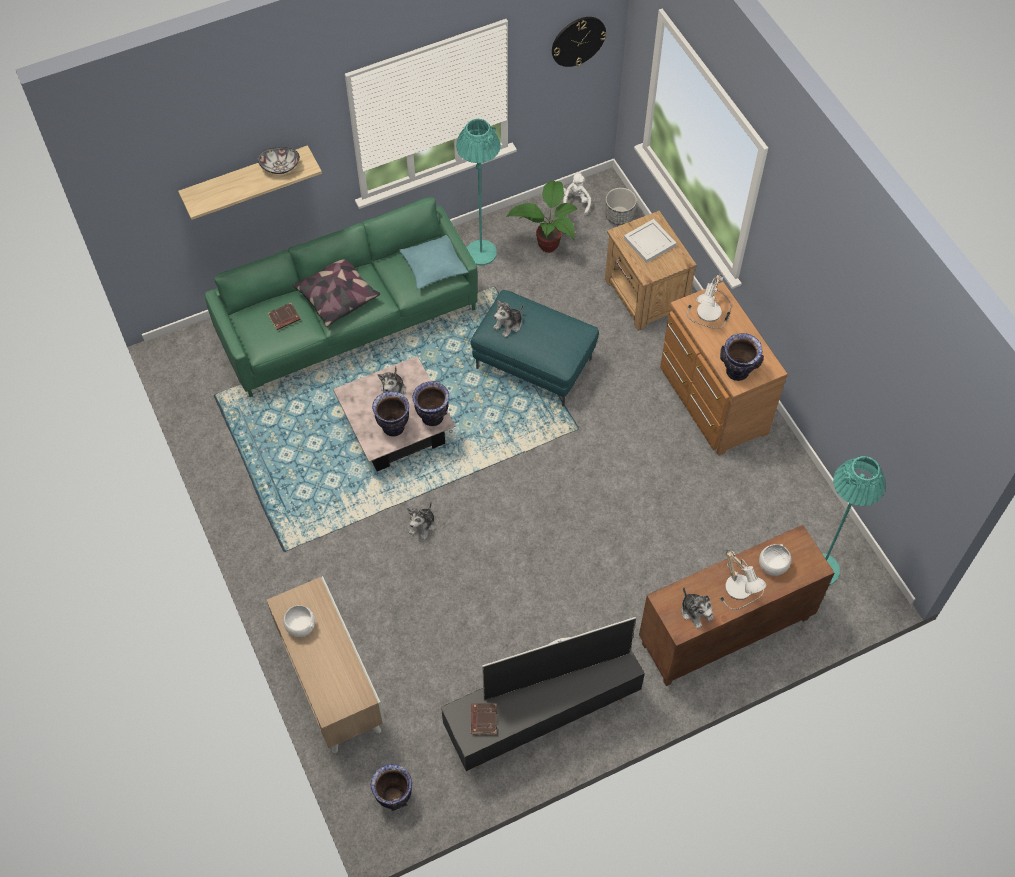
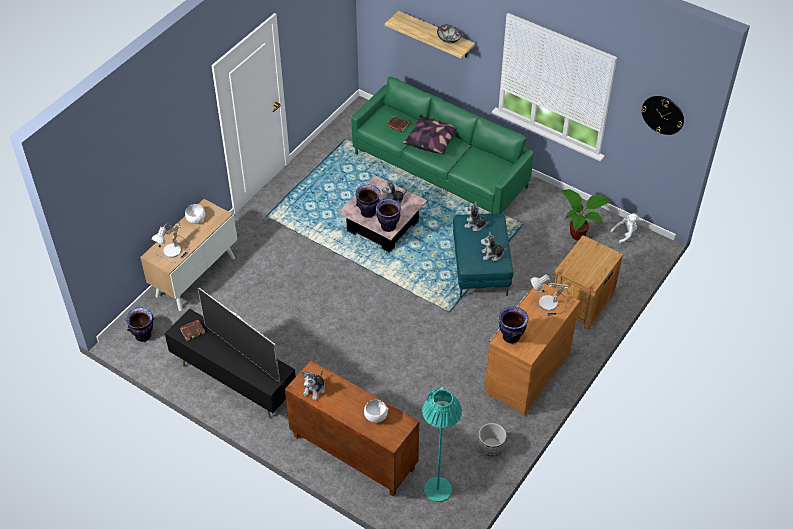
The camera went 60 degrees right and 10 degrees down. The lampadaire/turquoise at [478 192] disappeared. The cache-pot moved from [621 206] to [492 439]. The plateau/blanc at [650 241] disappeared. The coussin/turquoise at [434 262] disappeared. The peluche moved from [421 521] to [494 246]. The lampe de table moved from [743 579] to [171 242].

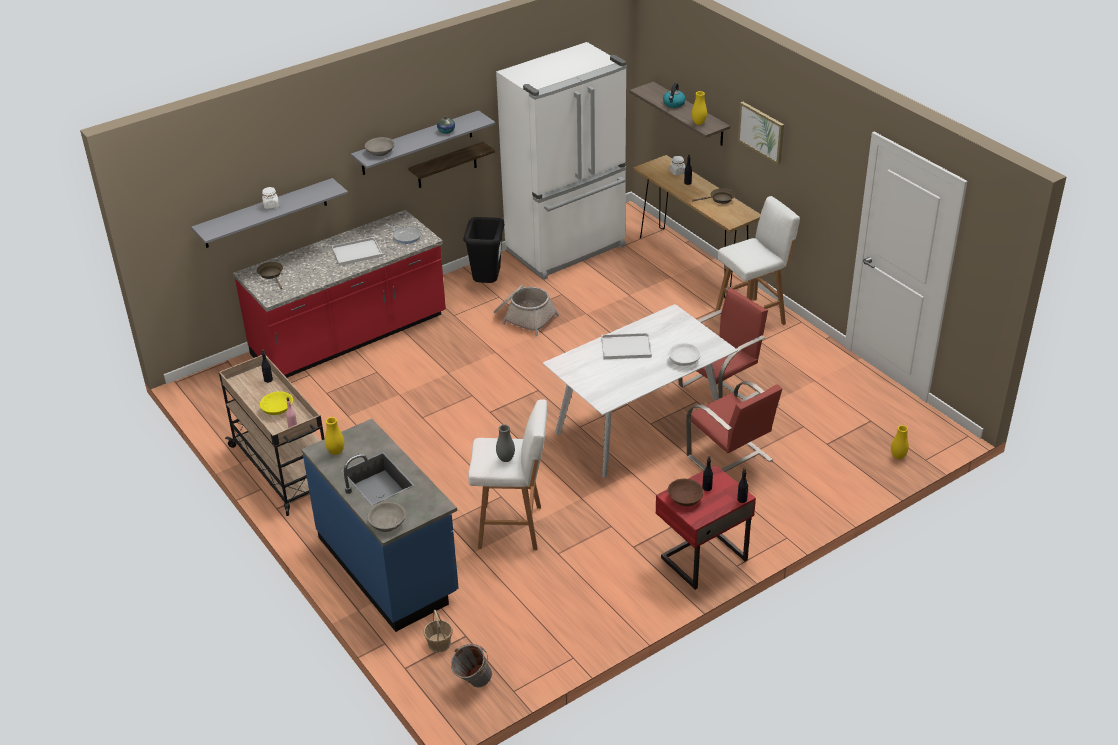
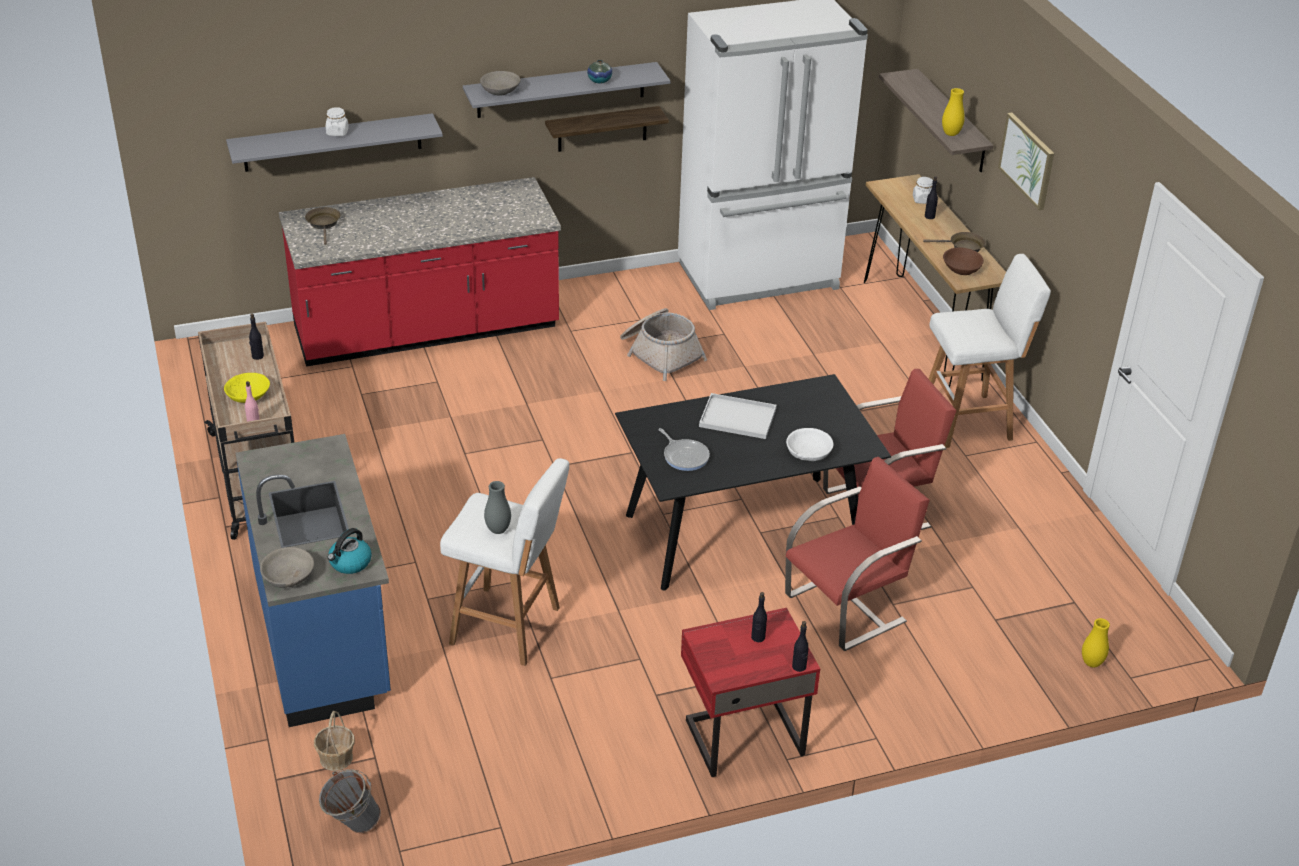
The camera went 15 degrees right and 0 degrees up. The bouilloire moved from [674 95] to [349 551]. The poubelle/noir at [484 250] disappeared. The poêle moved from [403 234] to [684 449]. The plateau/blanc at [357 251] disappeared. The table à manger/blanc at [640 391] became the table à manger/noir at [753 482]. The chaise/rouge at [734 426] turned 105 degrees counterclockwise. The vase/jaune at [334 436] disappeared. The bol/marron moved from [685 492] to [963 261].

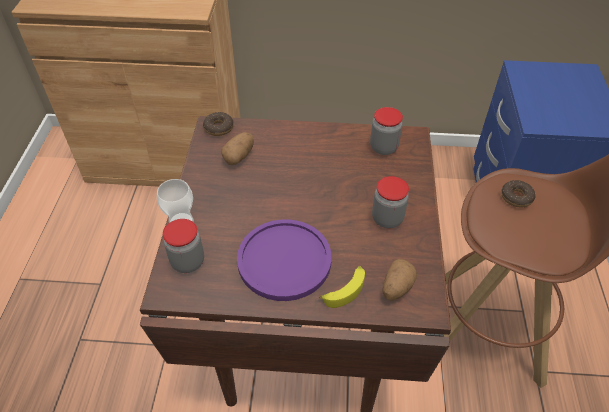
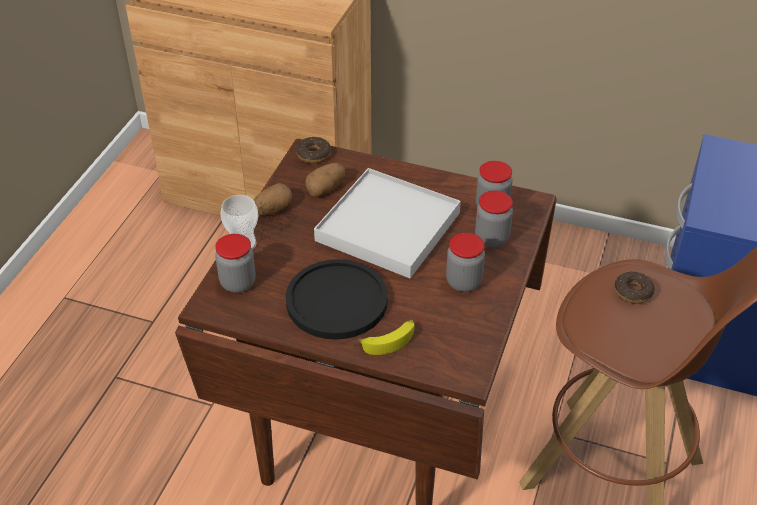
The camera went 15 degrees right and 5 degrees down. The assiette/violet at [284 260] became the assiette/noir at [337 299]. The pomme de terre moved from [399 280] to [273 199]. The plateau/blanc at [387 223] appeared. The bocal at [494 219] appeared.

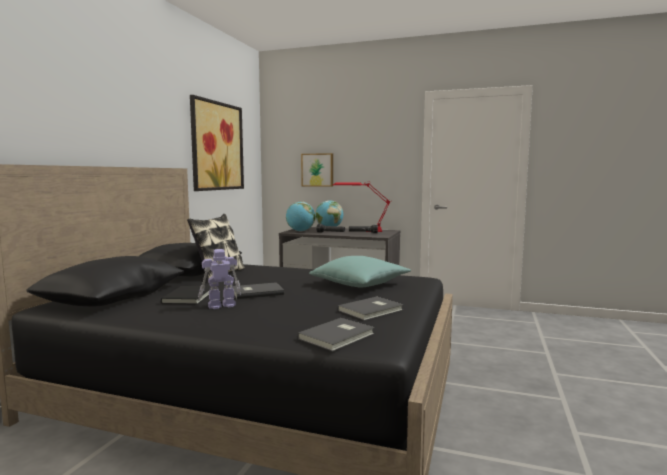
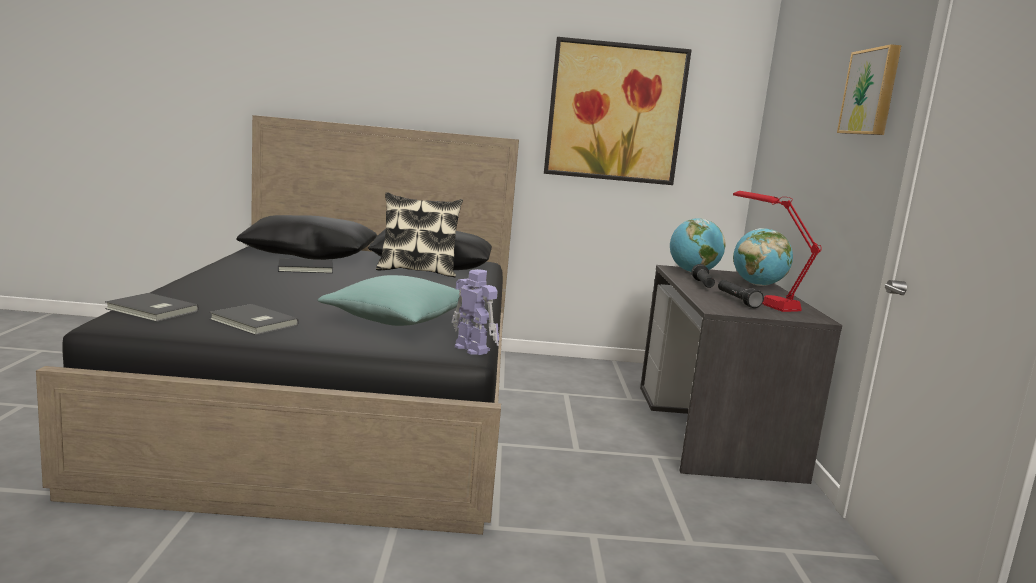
The camera went 70 degrees right and 5 degrees up. The tableau moved from [317 170] to [869 89]. The robot jouet moved from [219 279] to [475 312]. The livre/gris at [258 290] disappeared.

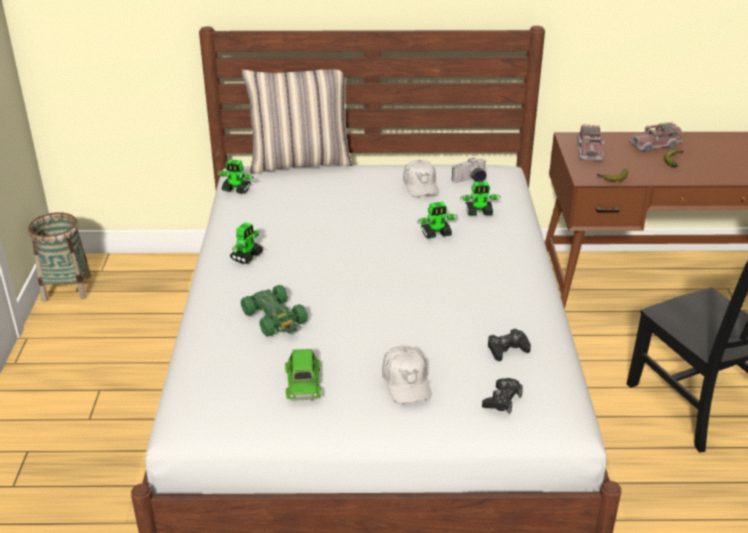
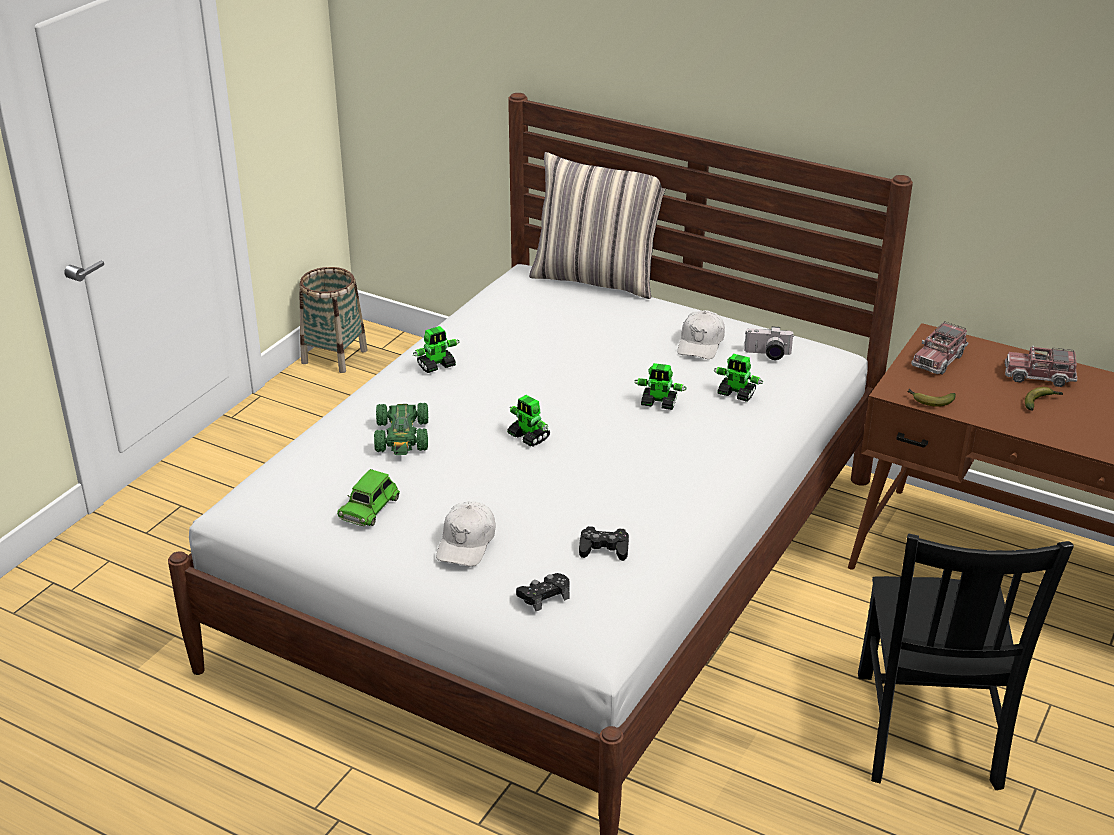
The camera went 30 degrees right and 0 degrees up. The robot jouet moved from [235 176] to [528 421].

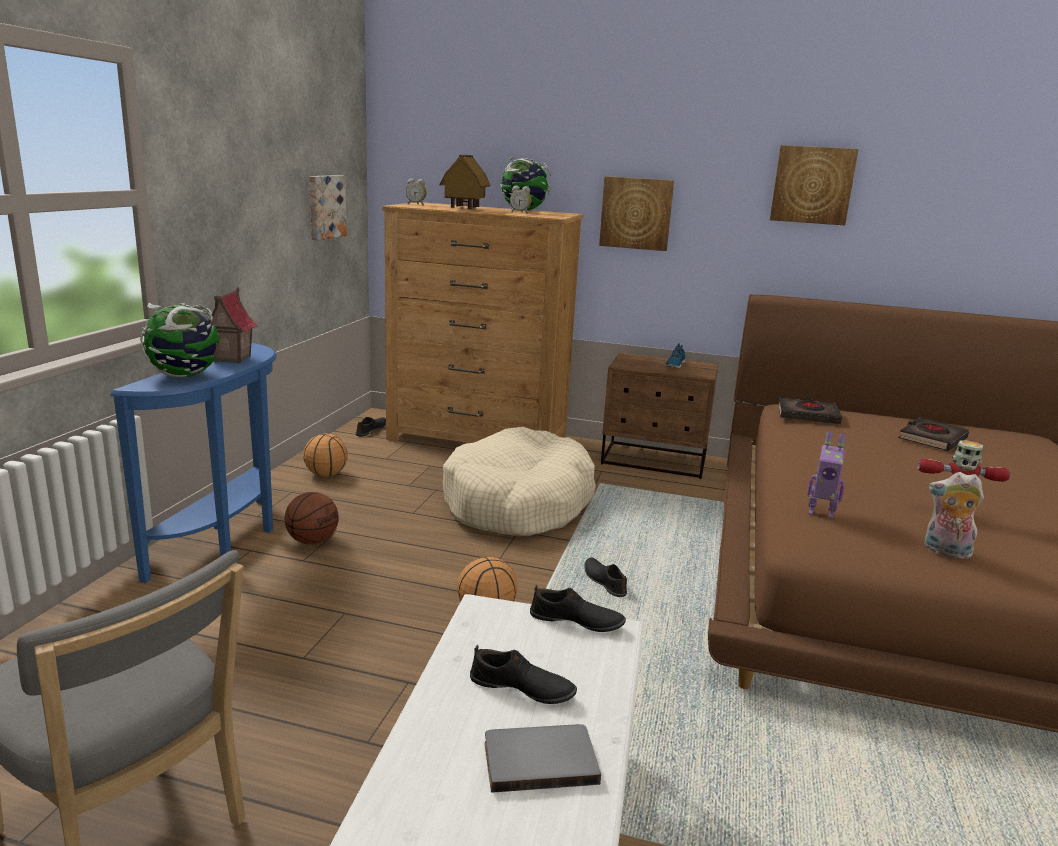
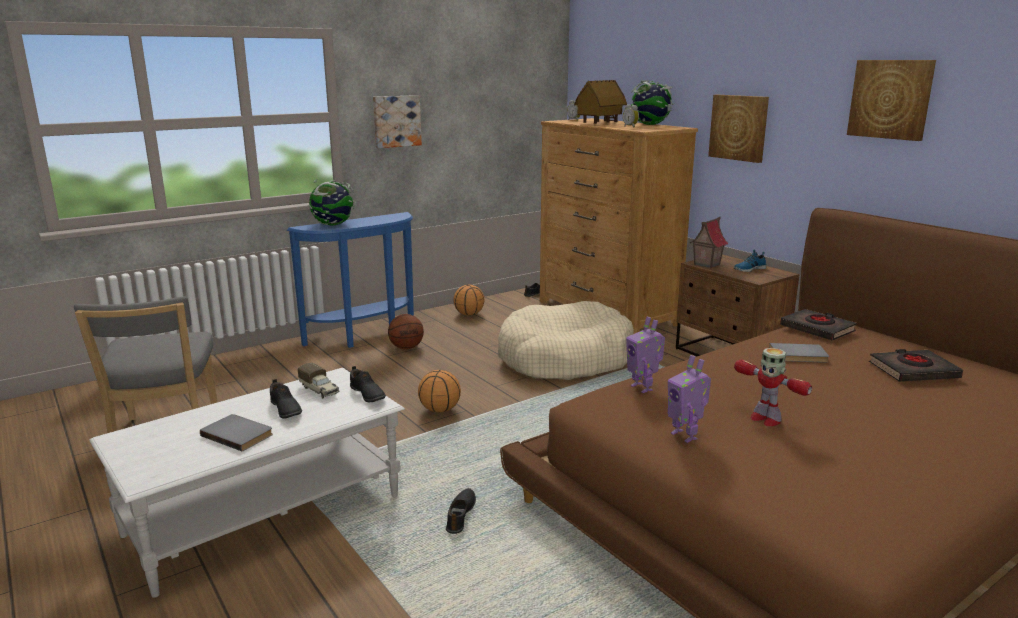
The camera went 40 degrees right and 0 degrees up. The tableau moved from [328 207] to [397 121]. The maison miniature moved from [233 325] to [709 242]. The peluche at [954 516] was replaced by the robot jouet at [689 399]. The chaussure/noir moved from [606 577] to [461 511]. The livre/gris at [799 353] appeared. The camion jouet at [318 381] appeared.

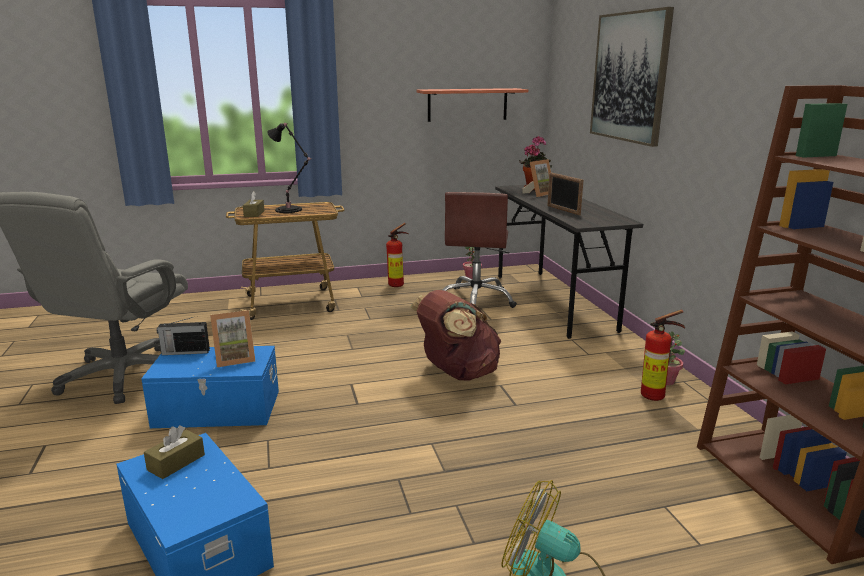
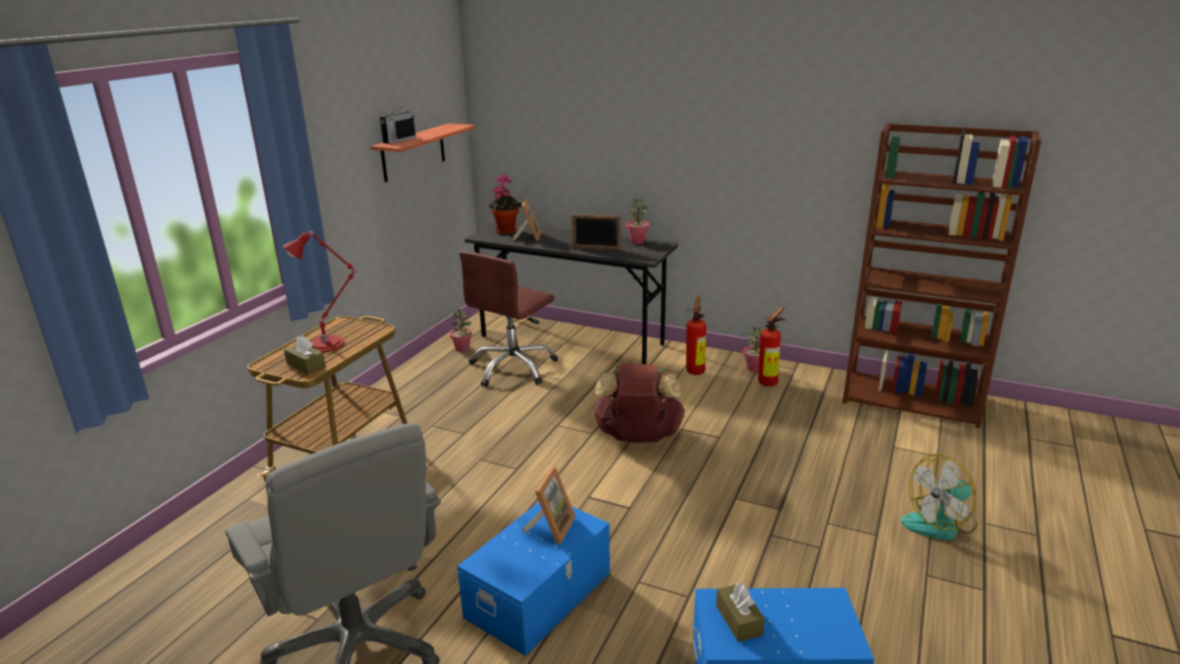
The camera went 50 degrees left and 5 degrees up. The tableau at [632 77] disappeared. The lampe de table/noir at [289 168] became the lampe de table/rouge at [320 291]. The chaise de bureau/marron at [479 250] turned 75 degrees clockwise. The extincteur moved from [397 255] to [696 336]. The radio moved from [183 336] to [398 124]. The plante en pot at [637 221] appeared.

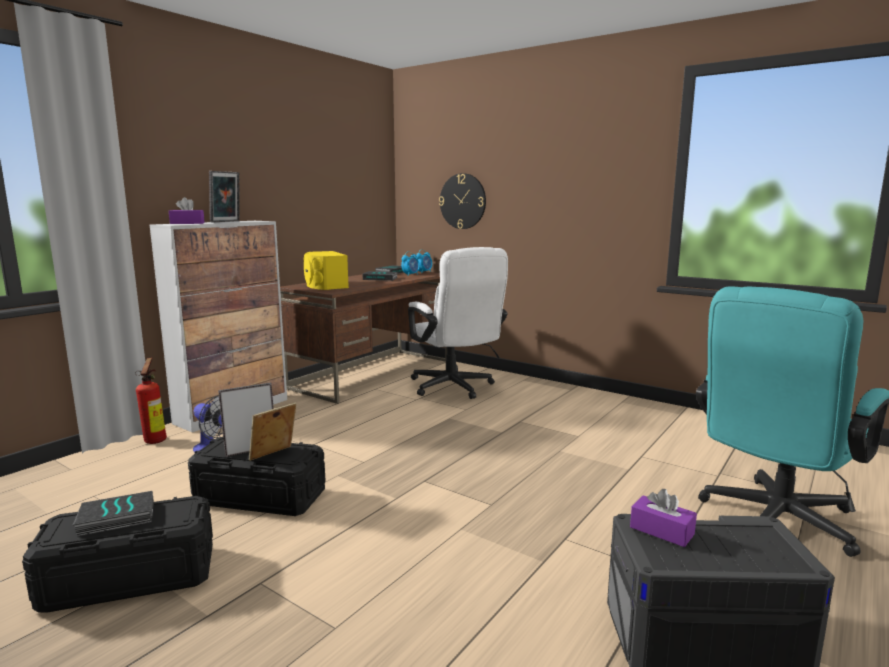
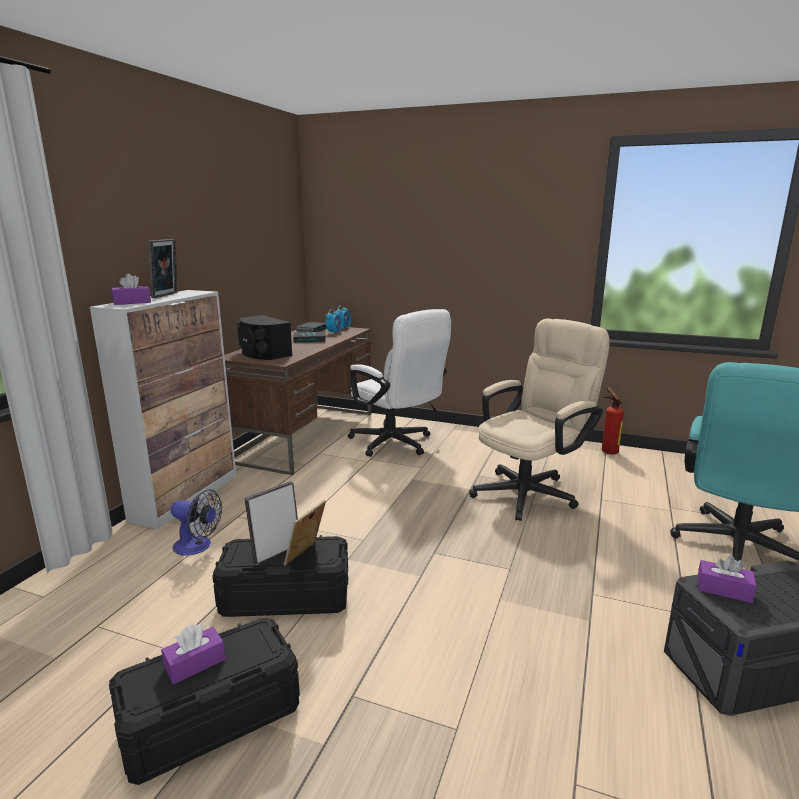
The camera went 15 degrees left and 5 degrees up. The horloge murale at [462 201] disappeared. The enceinte/jaune at [326 270] became the enceinte/noir at [264 337]. The extincteur moved from [151 401] to [613 420]. The livre at [113 513] was replaced by the boîte à mouchoirs/violet at [193 654]. The chaise de bureau/beige at [539 420] appeared.

